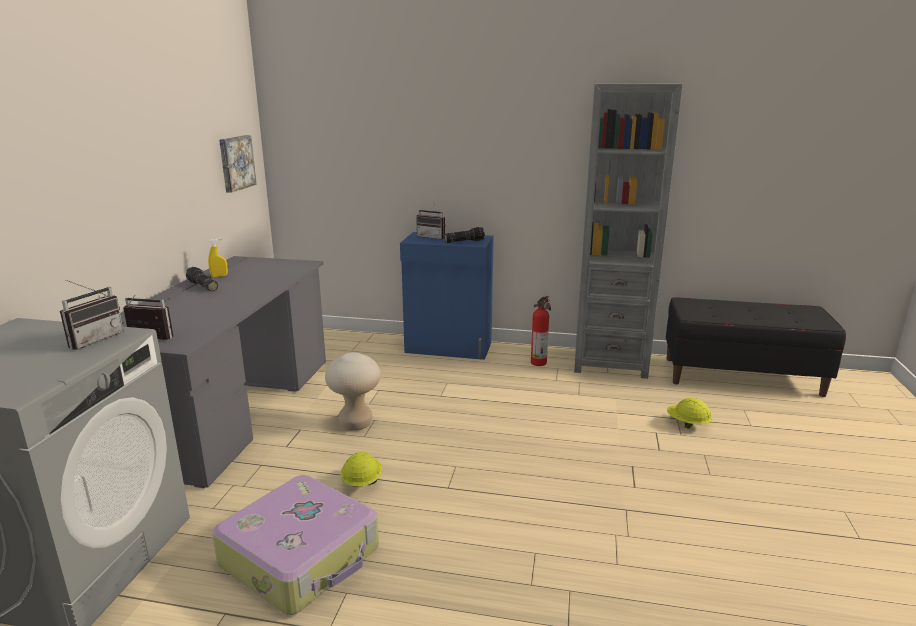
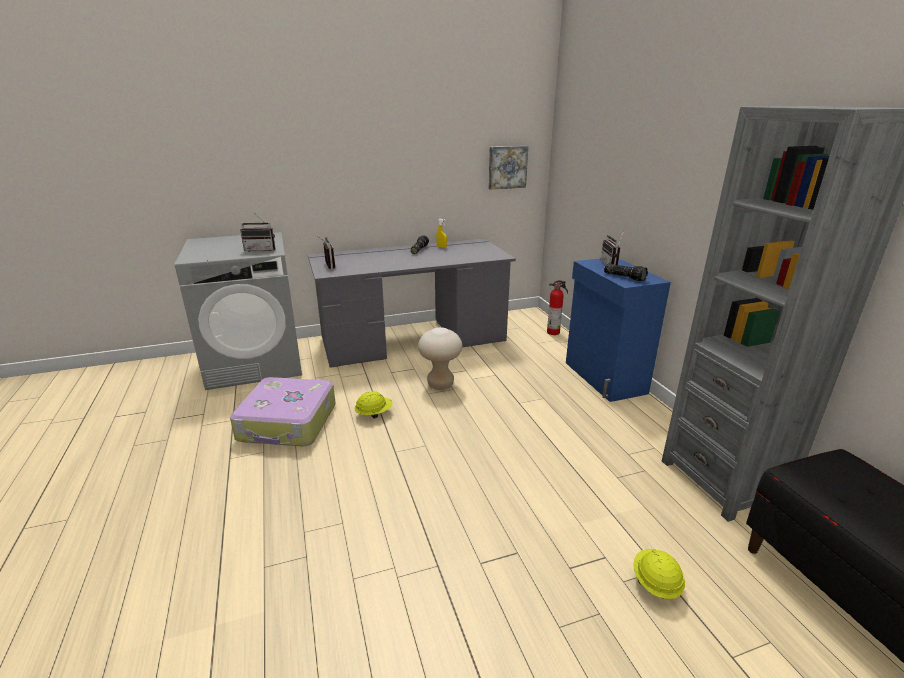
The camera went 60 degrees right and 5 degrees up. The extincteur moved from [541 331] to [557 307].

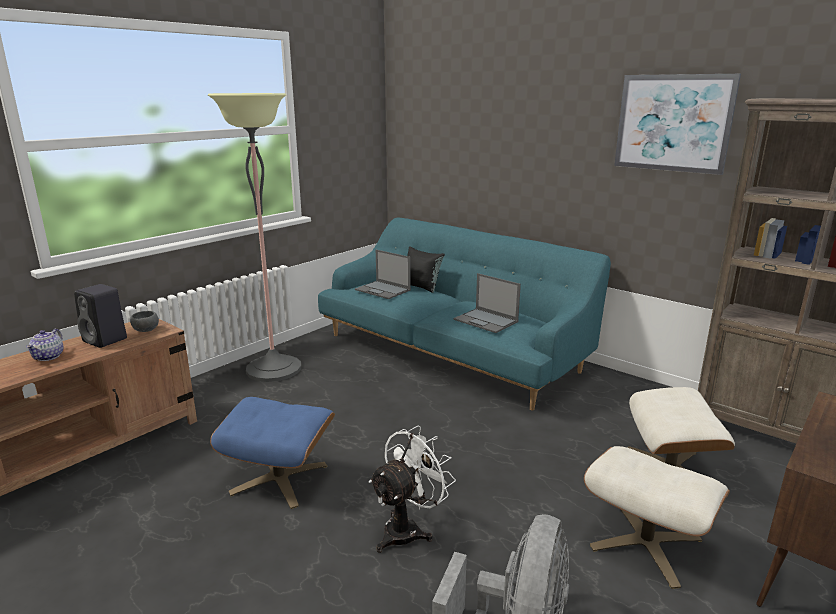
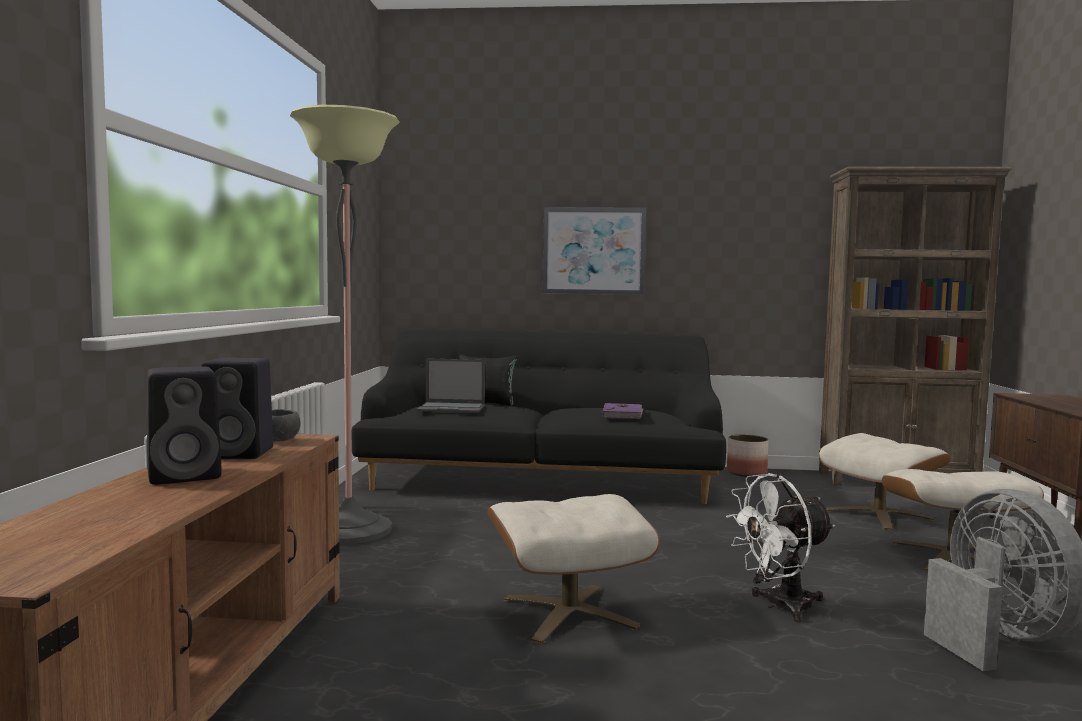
The camera went 35 degrees left and 15 degrees down. The tableau moved from [677 124] to [594 251]. The canapé/turquoise at [464 314] became the canapé/noir at [539 417]. The ordinateur portable at [487 303] was replaced by the livre/violet at [623 411]. The théière at [45 345] was replaced by the enceinte/noir at [184 425]. The pouf/bleu at [272 453] became the pouf/beige at [574 569]. The ventilateur/blanc at [412 489] turned 120 degrees counterclockwise. The cache-pot at [747 455] appeared.

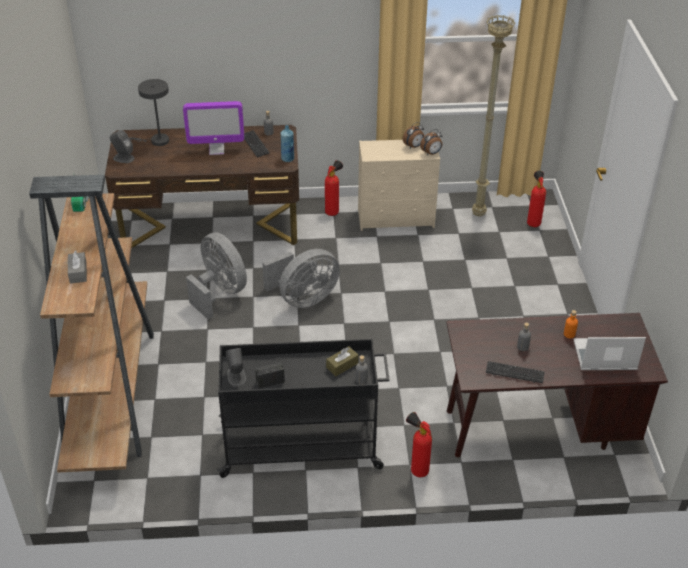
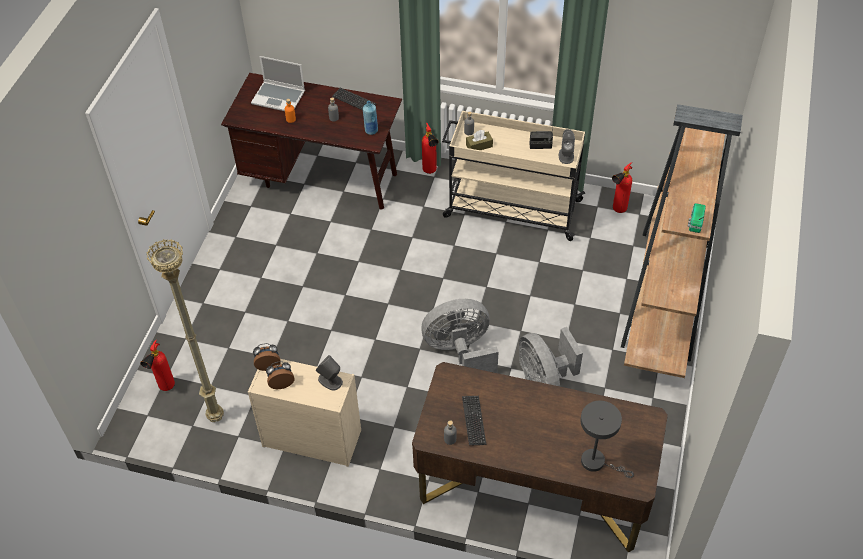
The camera went 160 degrees left and 10 degrees up. The écran d'ordinateur at [213 128] disappeared. The bouteille/bleu moved from [287 143] to [370 118]. The enceinte/gris moved from [122 146] to [329 373]. The extincteur moved from [334 188] to [622 187]. The boîte à mouchoirs/gris at [77 267] disappeared. The chariot/noir at [303 408] became the chariot/beige at [513 176].

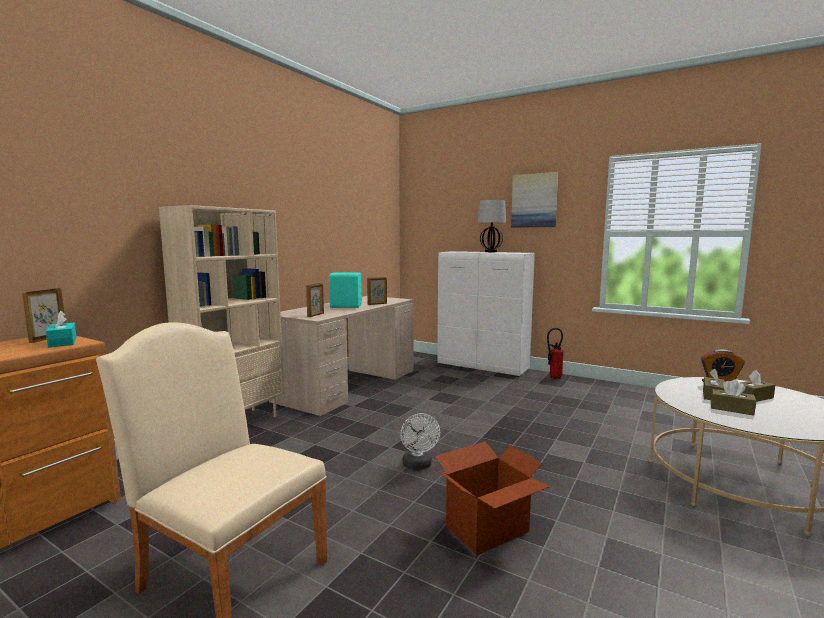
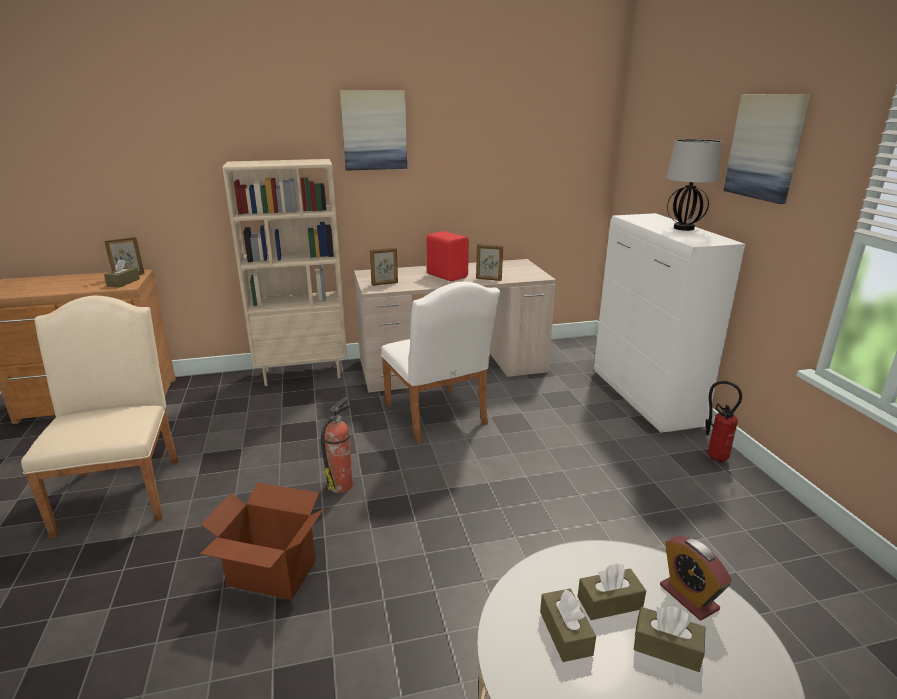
The camera went 45 degrees right and 15 degrees up. The enceinte/turquoise at [345 290] became the enceinte/rouge at [447 256]. The boîte à mouchoirs/turquoise at [61 329] became the boîte à mouchoirs/marron at [122 273]. The ventilateur/blanc at [420 441] was replaced by the extincteur at [337 445]. The tableau at [373 131] appeared. The chaise/blanc at [440 362] appeared.

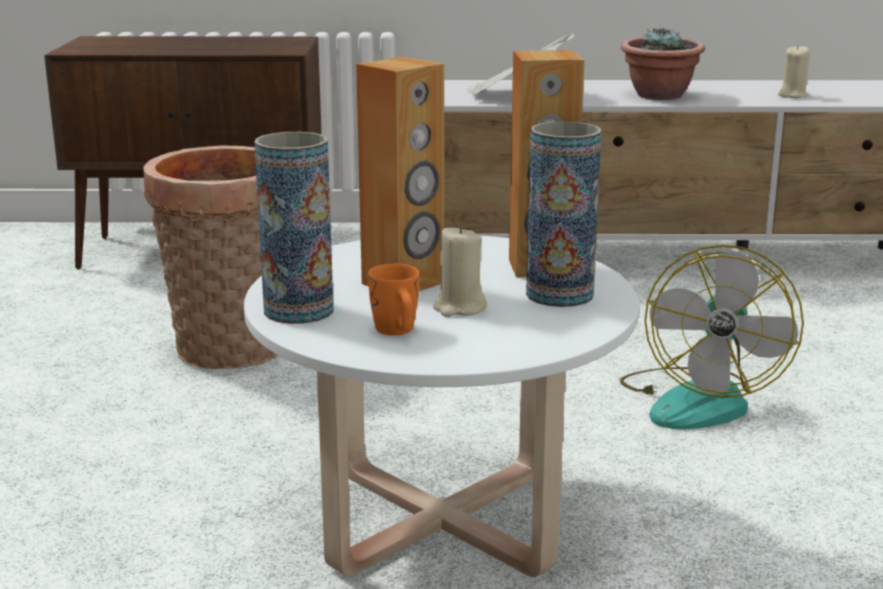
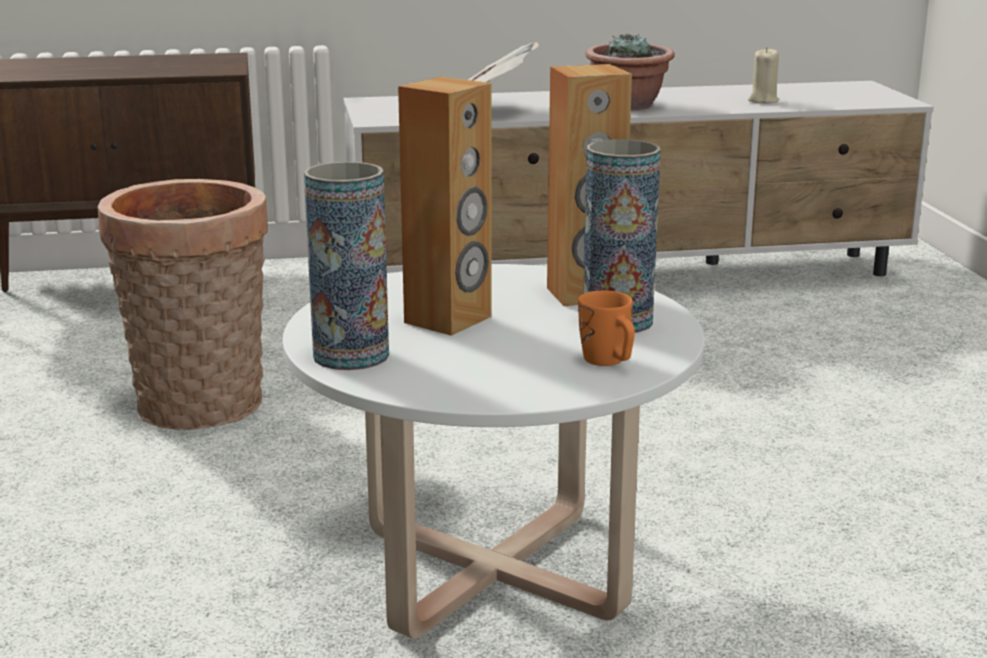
The camera went 10 degrees left and 0 degrees up. The bougie/beige at [460 271] disappeared. The ventilateur at [712 337] disappeared. The mug/orange moved from [393 299] to [606 328].

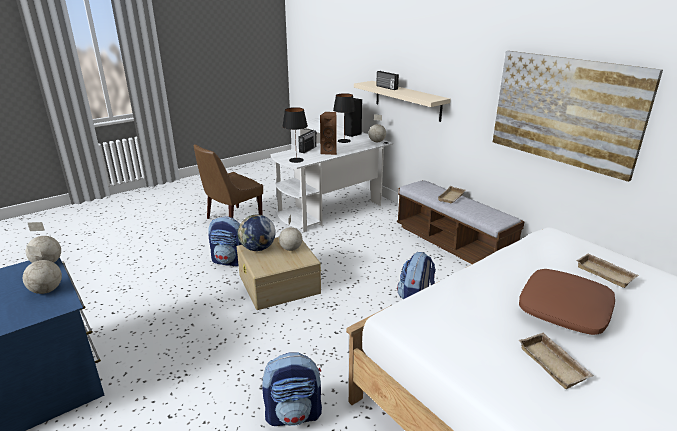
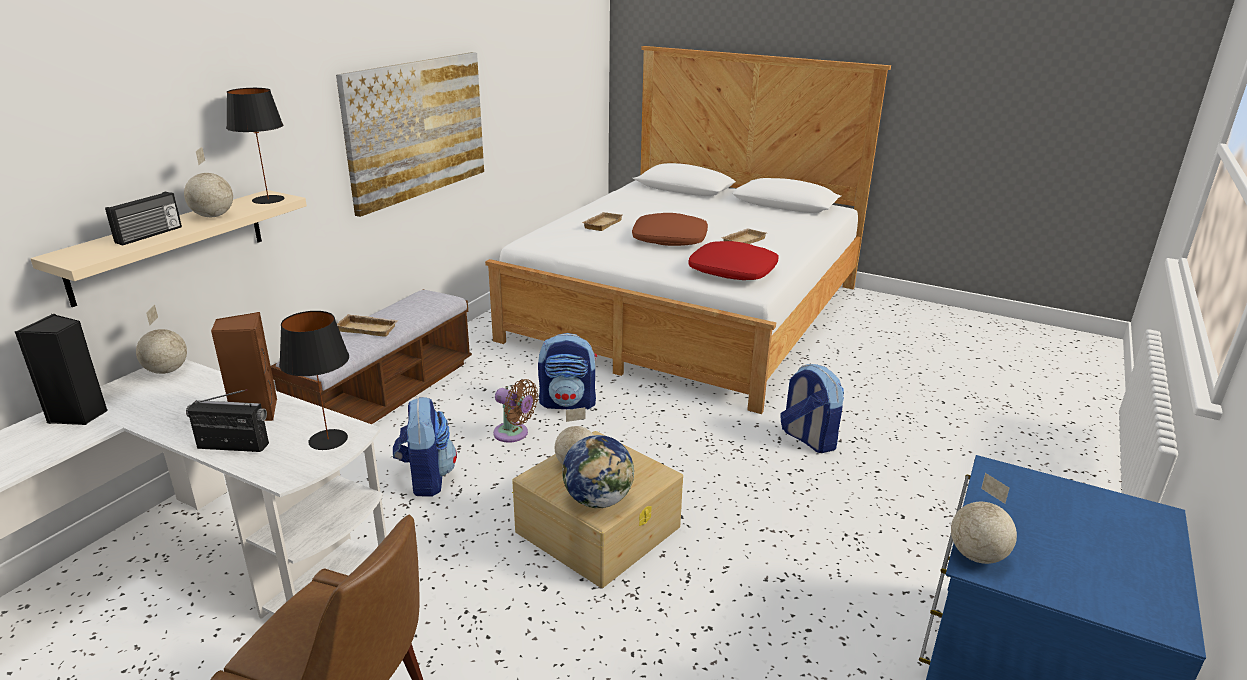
The camera went 115 degrees left and 0 degrees up. The lampe de table/noir moved from [344 118] to [255 146]. The sac à dos moved from [225 241] to [425 447]. The globe moved from [42 269] to [208 182]. The coussin/rouge at [733 260] appeared. The ventilateur/marron at [515 411] appeared.

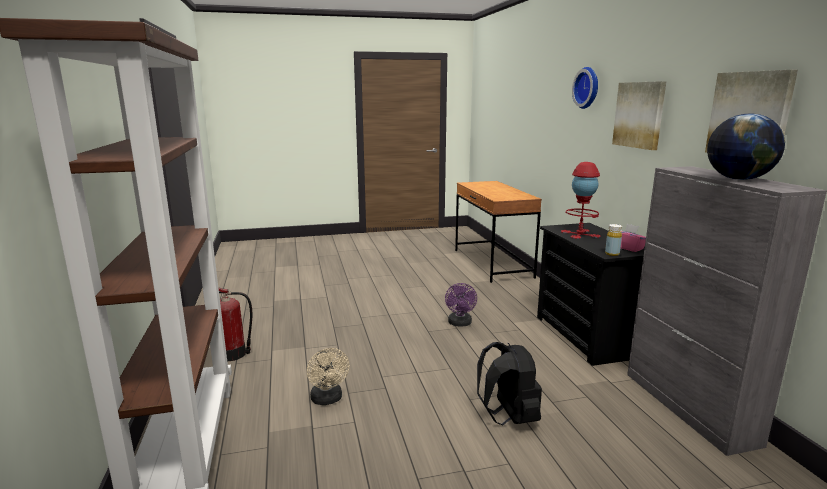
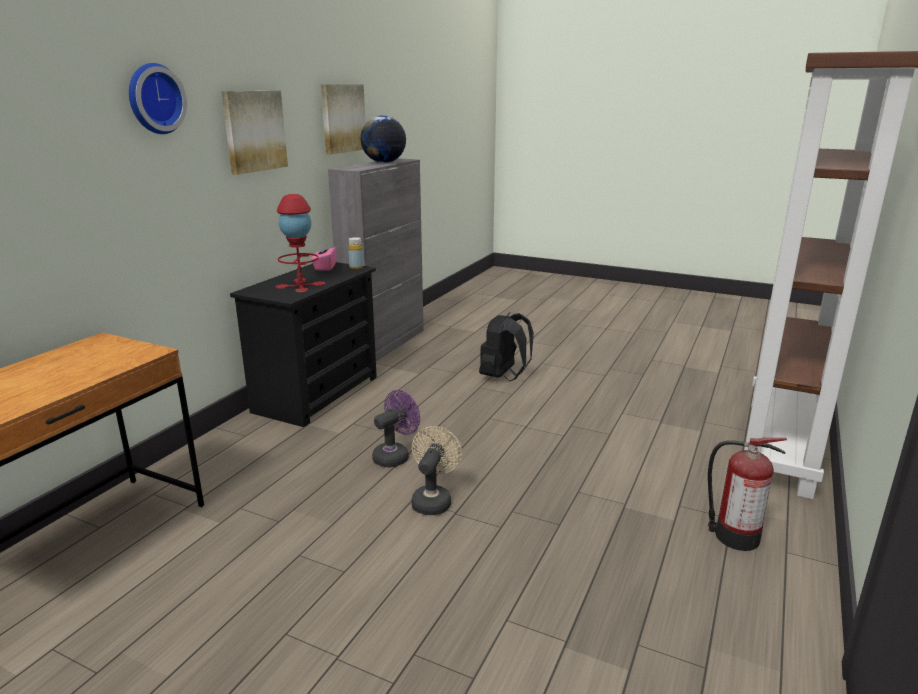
The camera went 140 degrees left and 5 degrees up. The ventilateur/beige moved from [328 376] to [436 470].

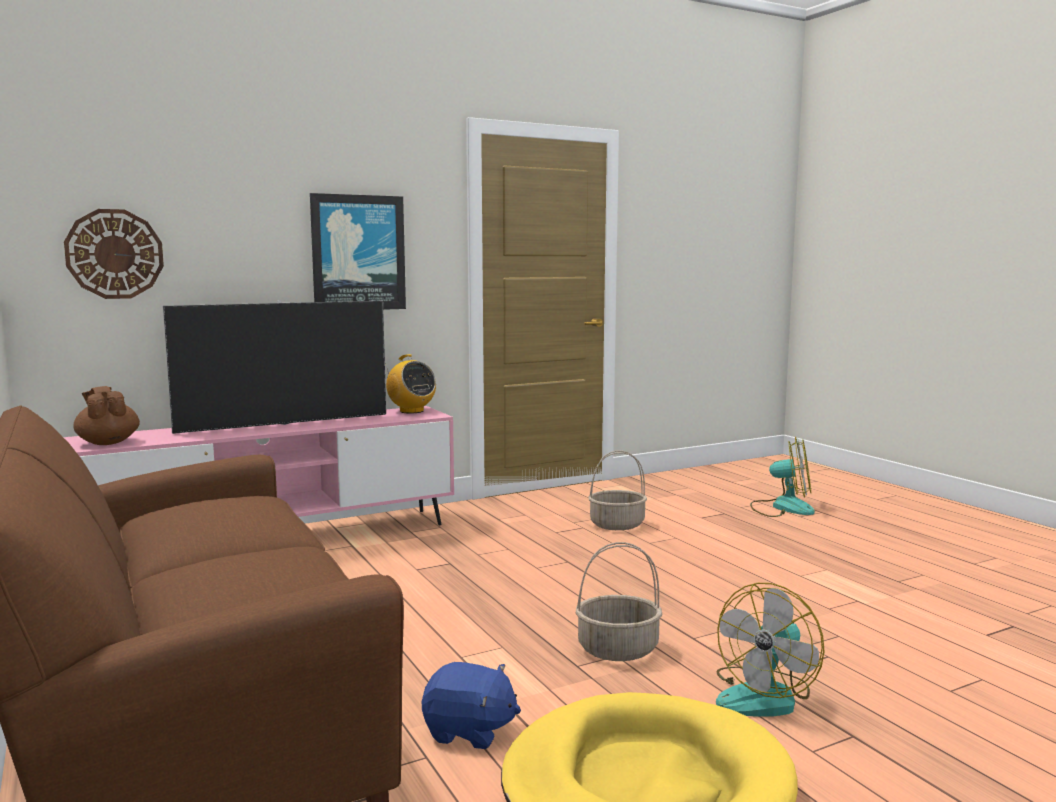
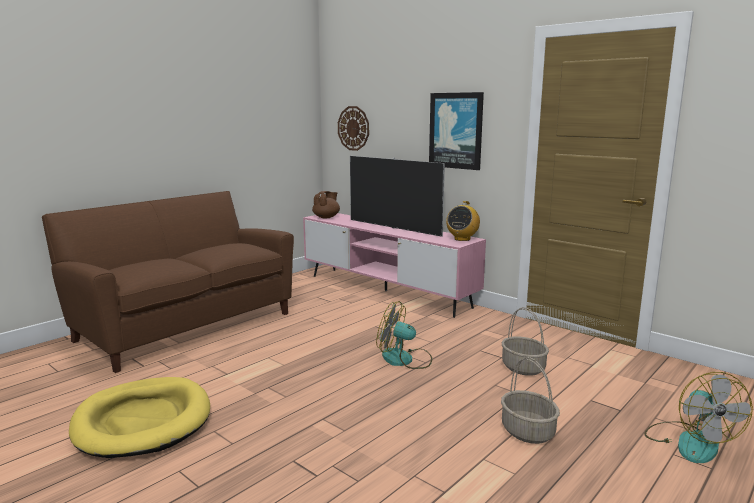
The camera went 70 degrees right and 5 degrees up. The panier moved from [619 601] to [530 400]. The ventilateur moved from [770 650] to [404 335]. The peluche/bleu at [471 705] disappeared.

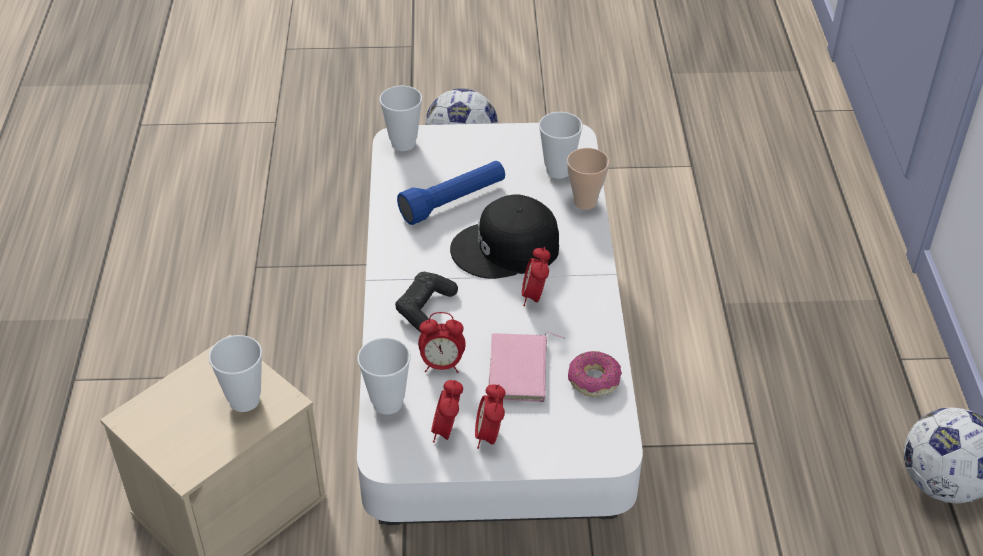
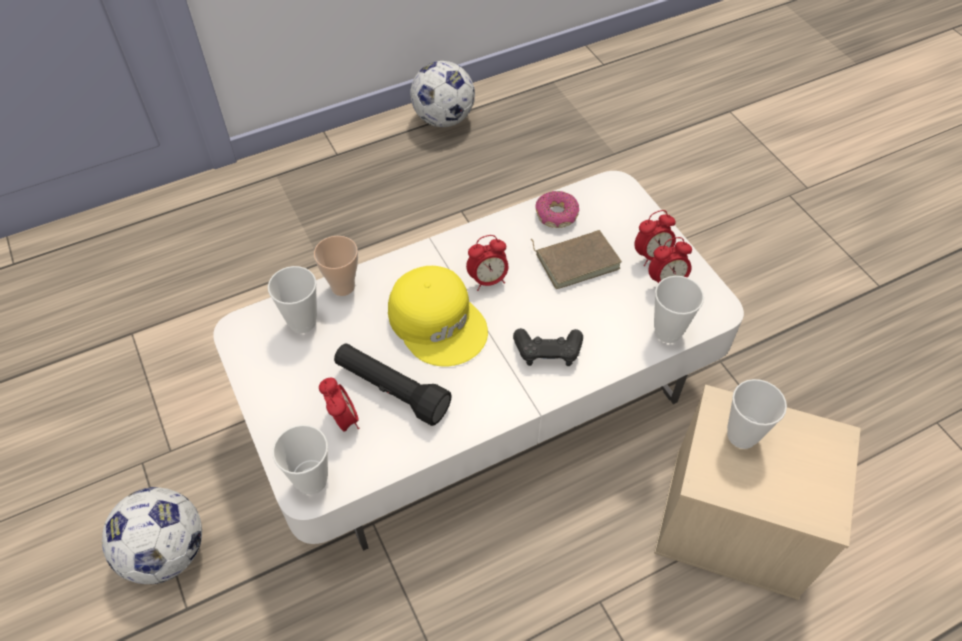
The camera went 115 degrees left and 10 degrees up. The lampe de poche/bleu at [451 193] became the lampe de poche/noir at [393 384]. The casquette/noir at [504 236] became the casquette/jaune at [438 316]. The réveil moved from [442 342] to [339 405]. The livre/rose at [526 367] became the livre/marron at [576 259].

